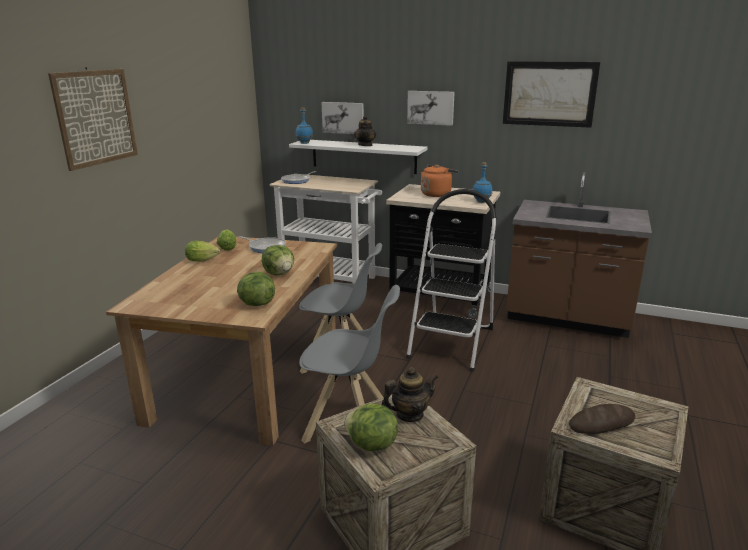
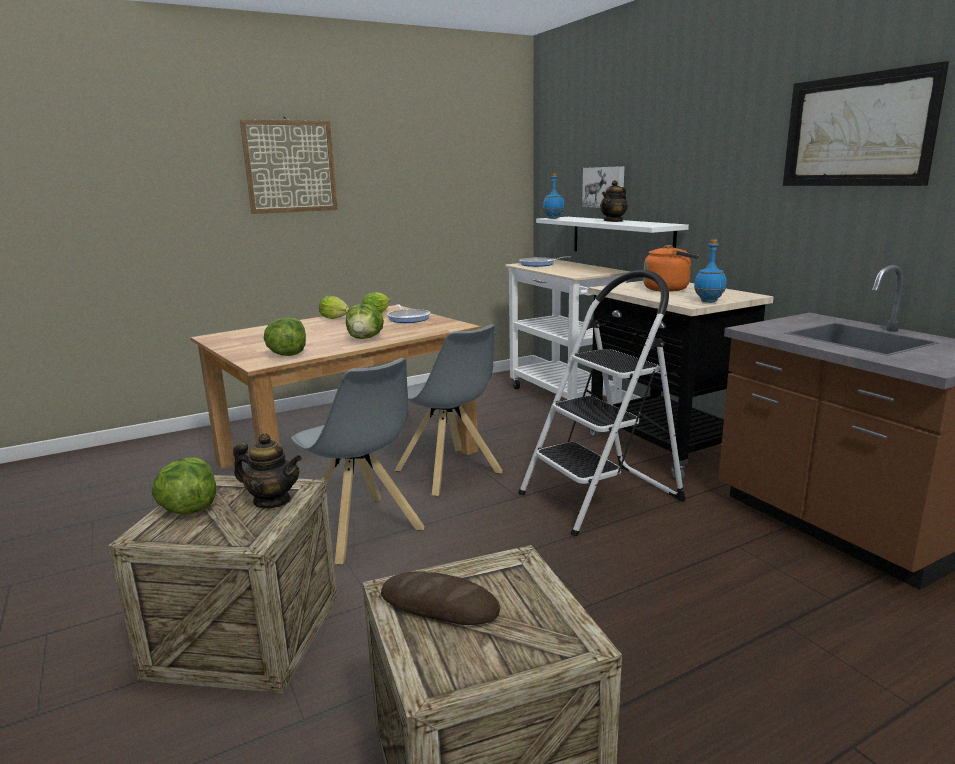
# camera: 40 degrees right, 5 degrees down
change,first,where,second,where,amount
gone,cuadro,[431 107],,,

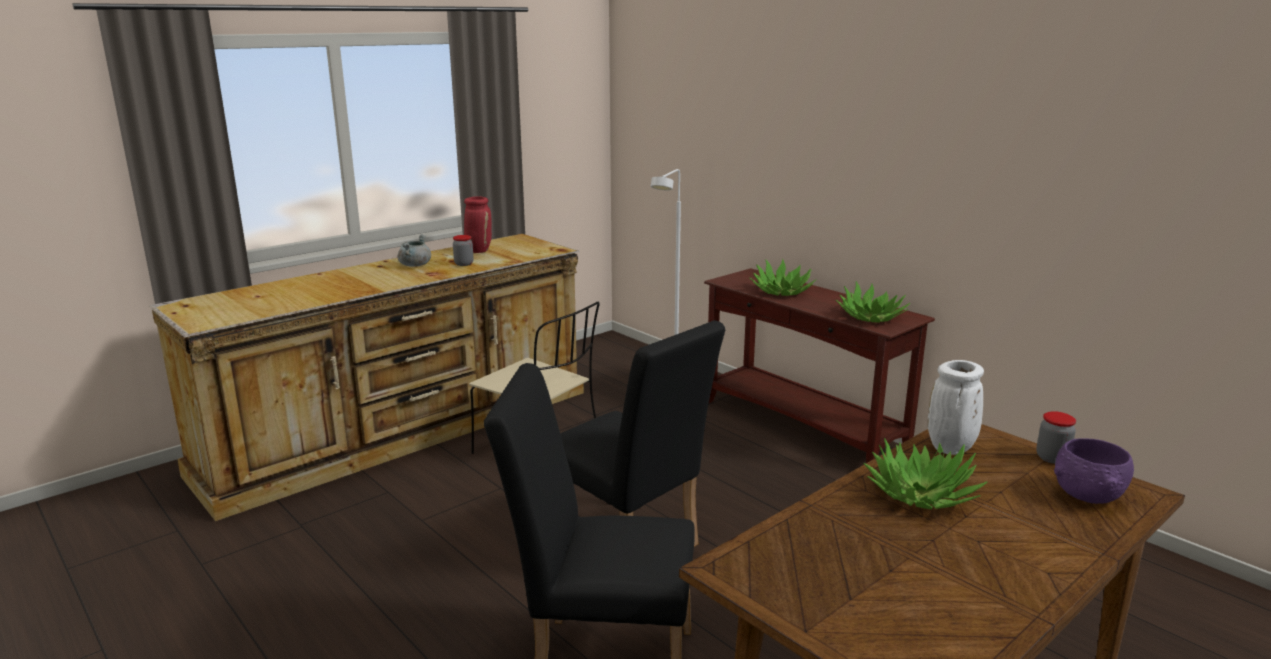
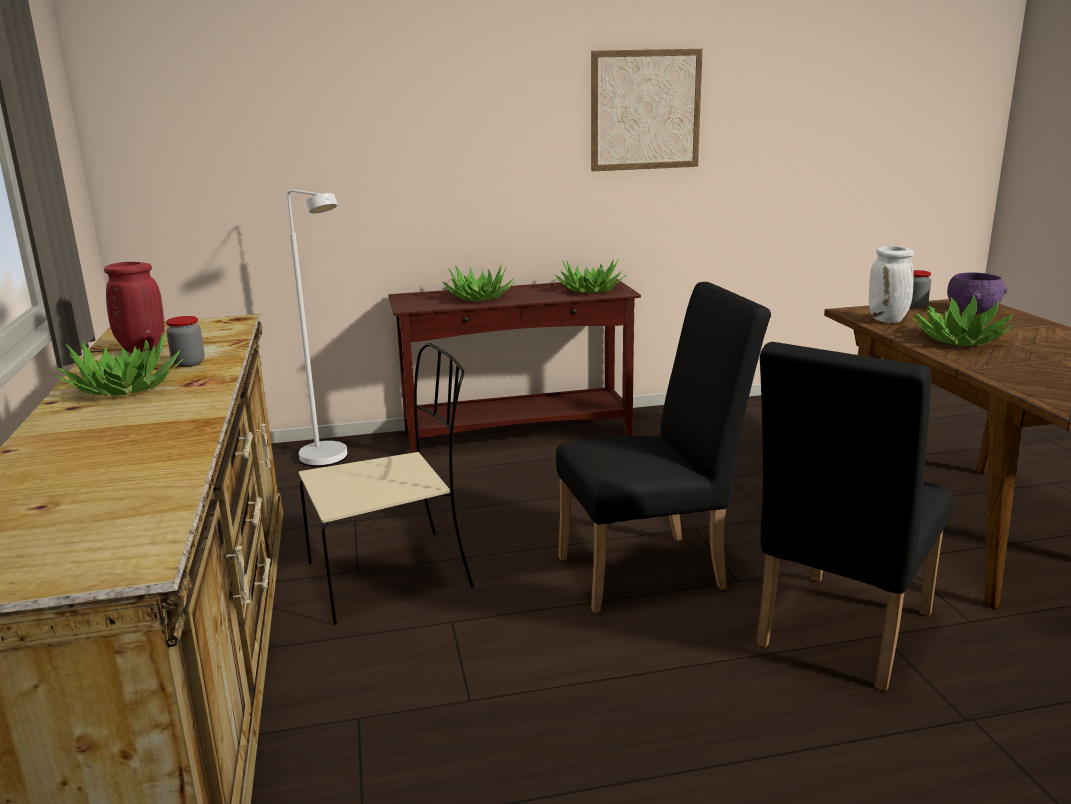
# camera: 60 degrees left, 0 degrees up
change,first,where,second,where,amount
swapped,olla (gris),[415 265],planta en maceta,[125 387],
new,,,cuadro,[645 108],

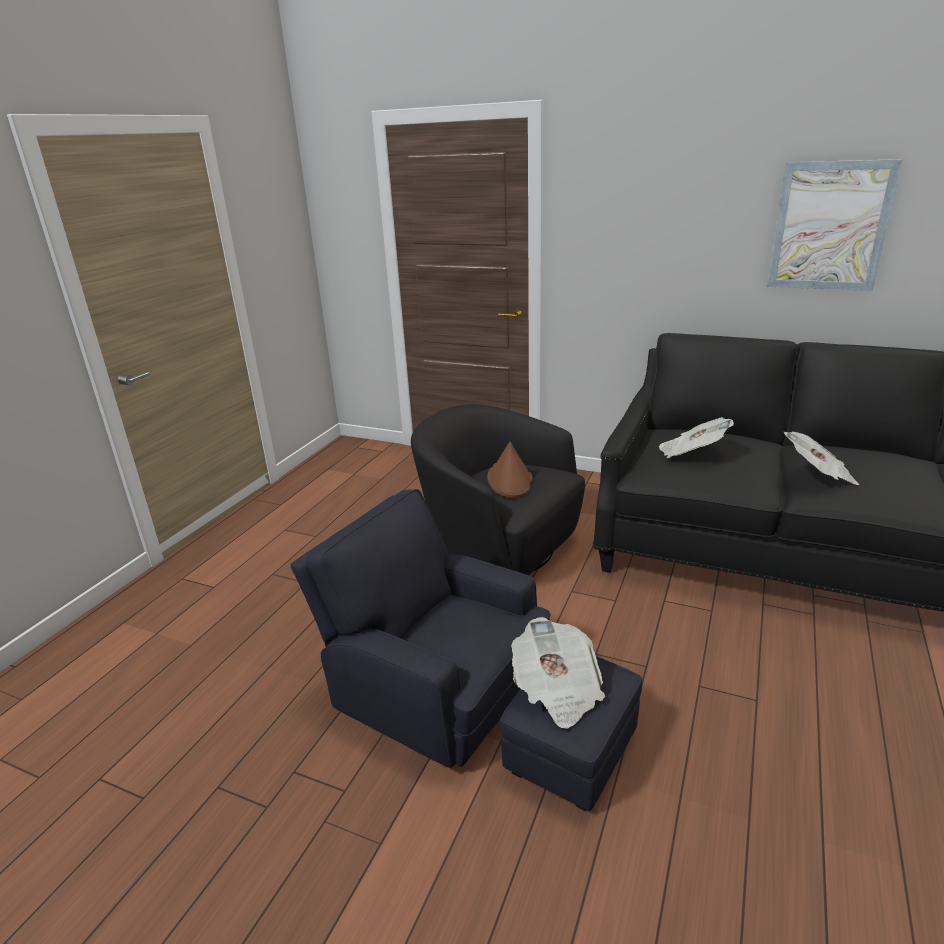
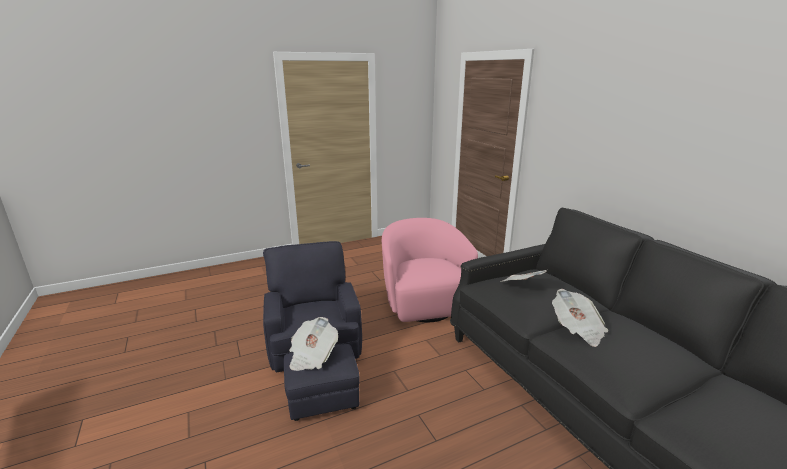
# camera: 40 degrees right, 5 degrees down
change,first,where,second,where,amount
gone,cuadro,[829 226],,,
repainted,sillón (negro),[498 546],sillón (rosa),[424 304],
gone,sombrero (marrón),[510 480],,,

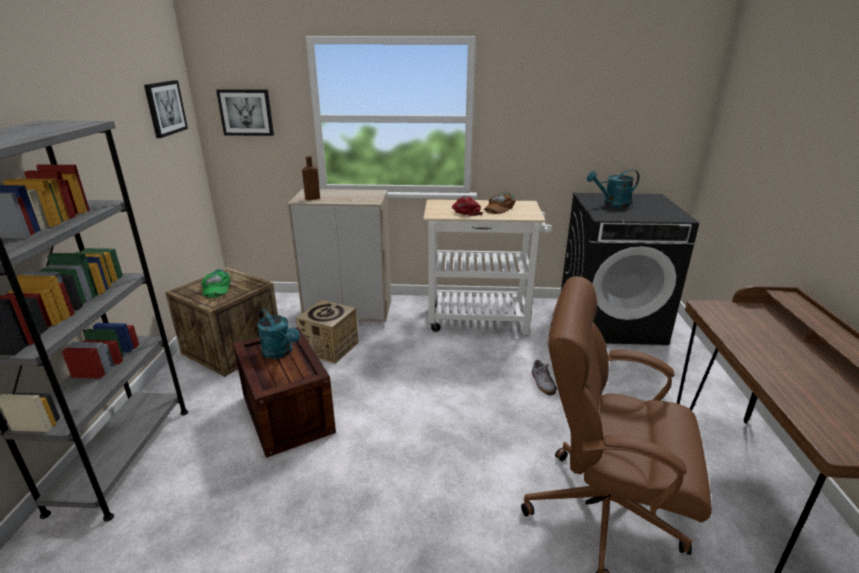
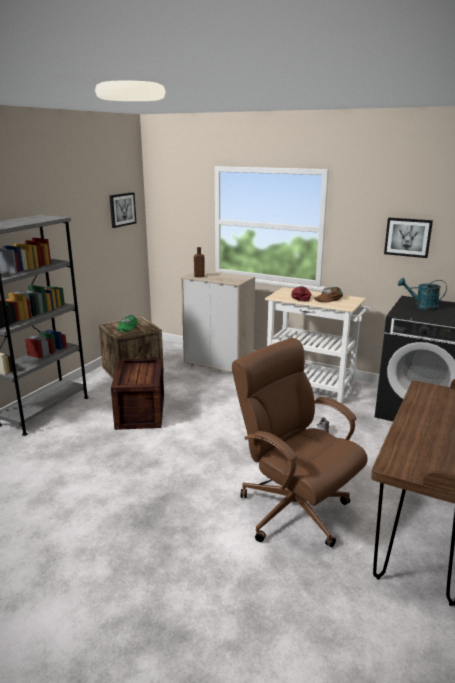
# camera: 25 degrees right, 5 degrees down
change,first,where,second,where,amount
shifted,cuadro,[246 112],,[408 237],
gone,caja de cartón,[330 348],,,
gone,regadera (turquesa),[280 353],,,

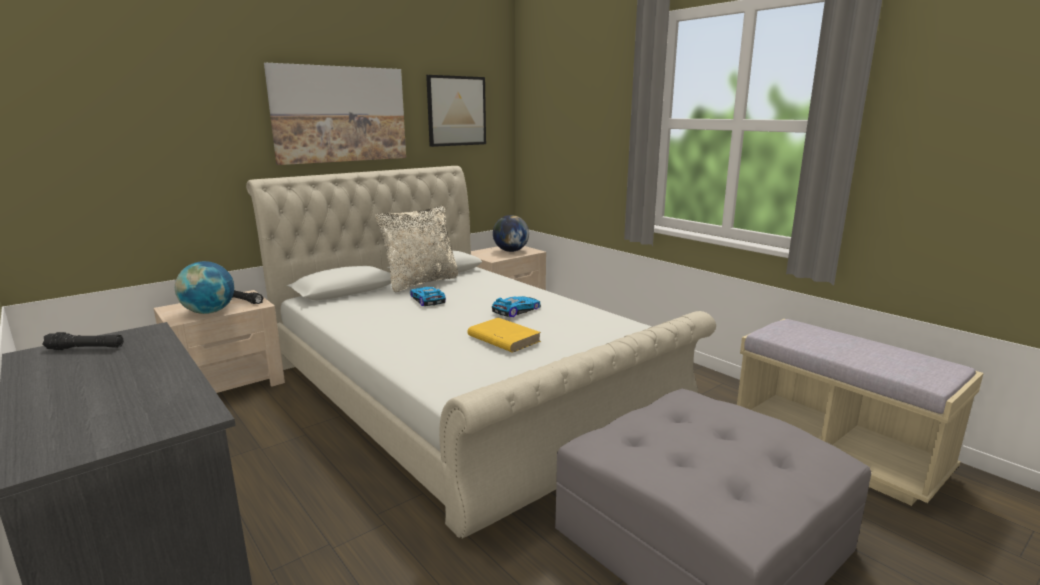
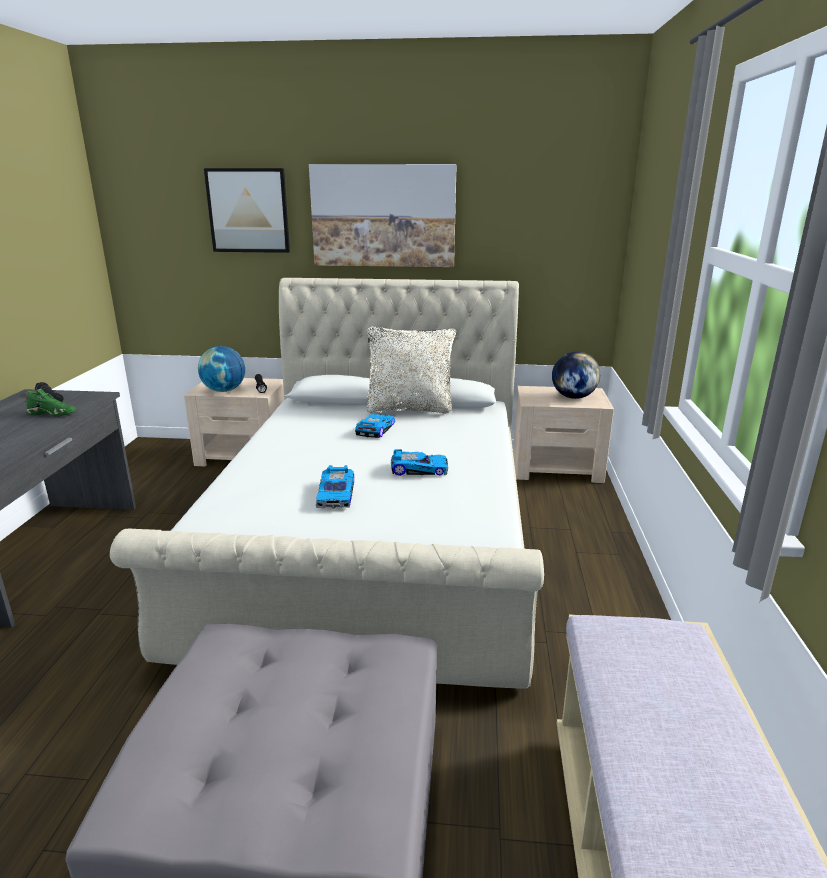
# camera: 45 degrees right, 5 degrees up
change,first,where,second,where,amount
shifted,cuadro,[456 111],,[248 211],
swapped,libro (amarillo),[503 338],coche de juguete,[337 494],
new,,,zapato (verde),[53 413],

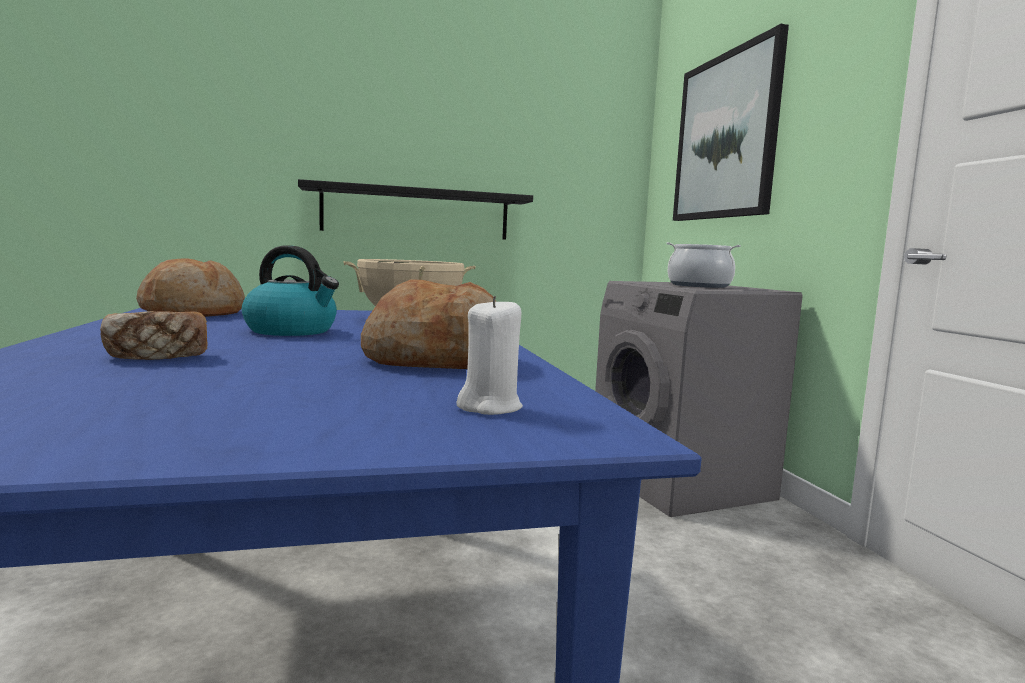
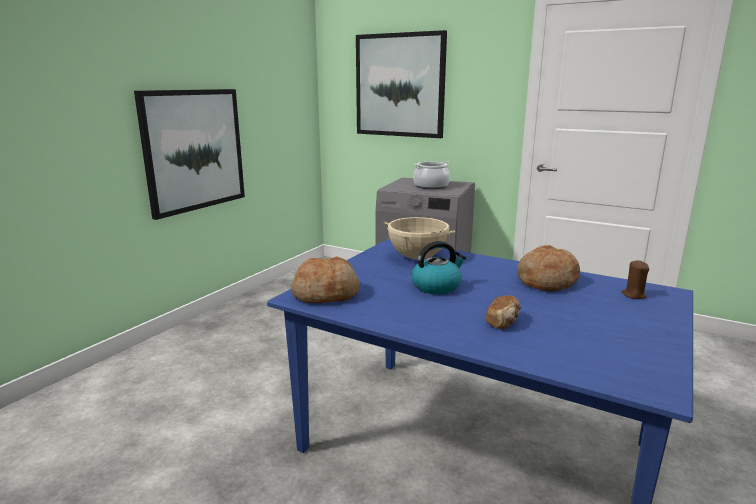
# camera: 45 degrees left, 10 degrees up
change,first,where,second,where,amount
swapped,estante (negro),[416 213],cuadro,[194 150],
repainted,vela (blanco),[490 407],vela (marrón),[633 295],

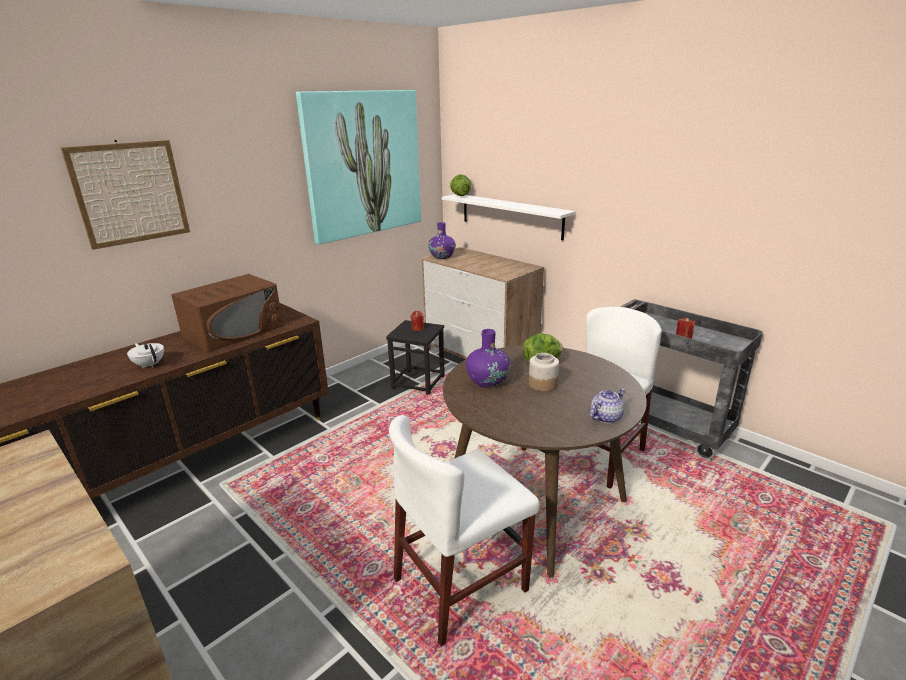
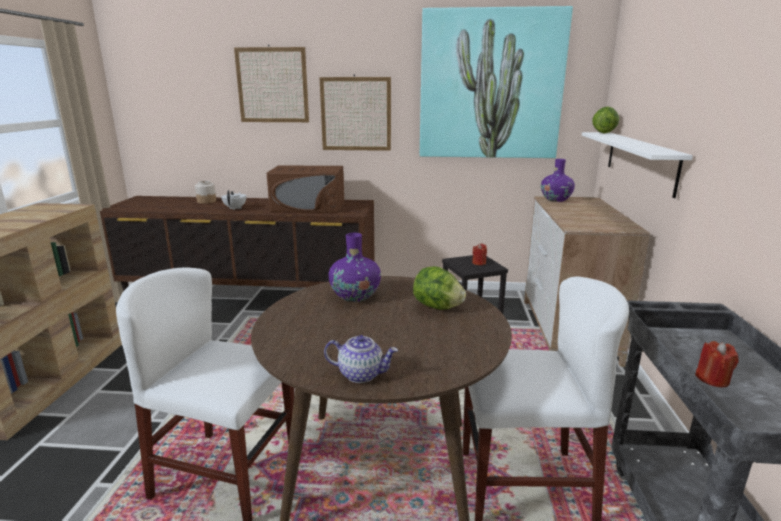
# camera: 50 degrees right, 5 degrees down
change,first,where,second,where,amount
shifted,tarro,[542 384],,[206 201],
new,,,cuadro,[356 113],

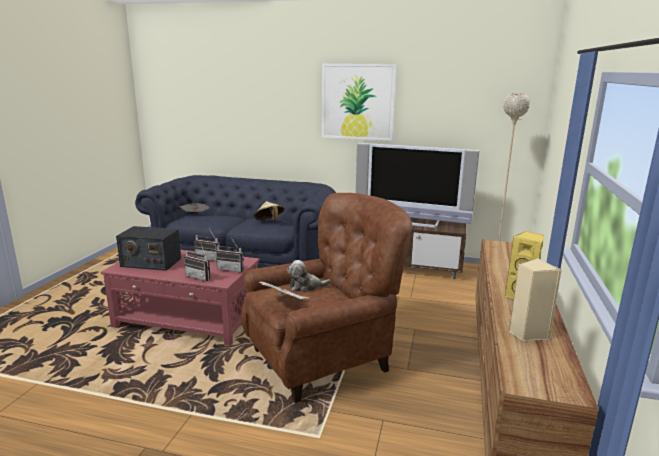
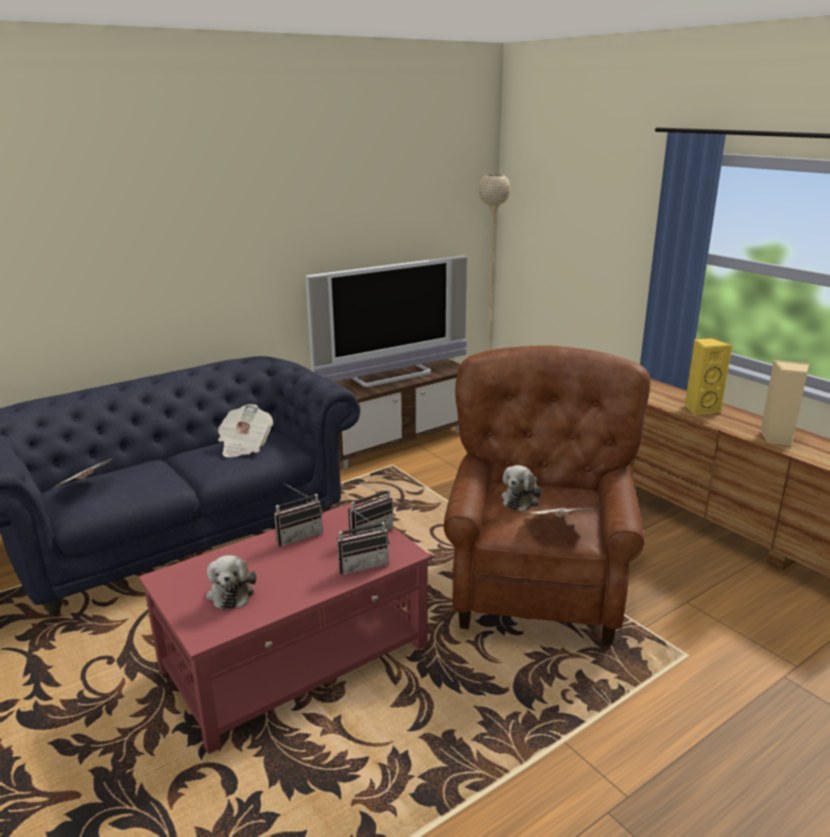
# camera: 50 degrees left, 5 degrees up
change,first,where,second,where,amount
gone,cuadro,[357 102],,,
swapped,sombrero (beis),[269 222],periódico,[244 445],
swapped,radio,[150 262],peluche,[231 592],

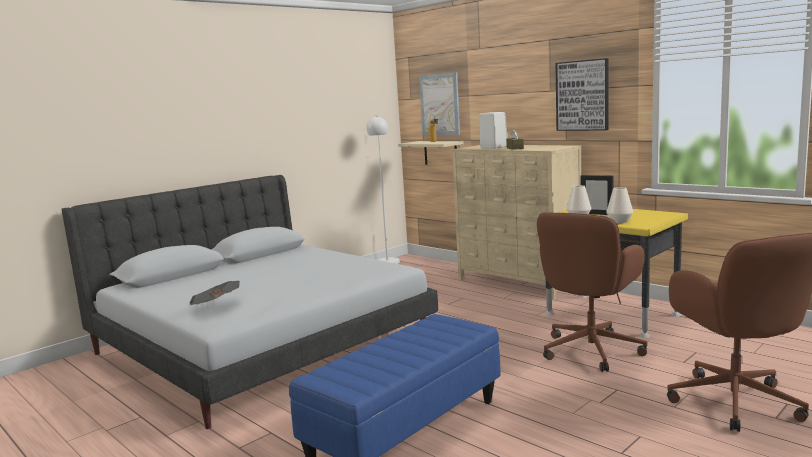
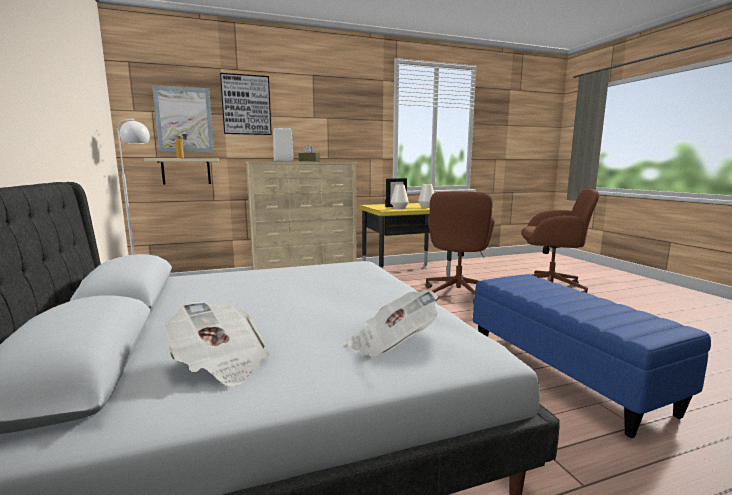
# camera: 65 degrees left, 0 degrees up
change,first,where,second,where,amount
shifted,cuadro,[582 95],,[246 105],
rotated,silla de oficina (marrón),[591 350],,[457 293],45 degrees clockwise
new,,,periódico,[220 364],

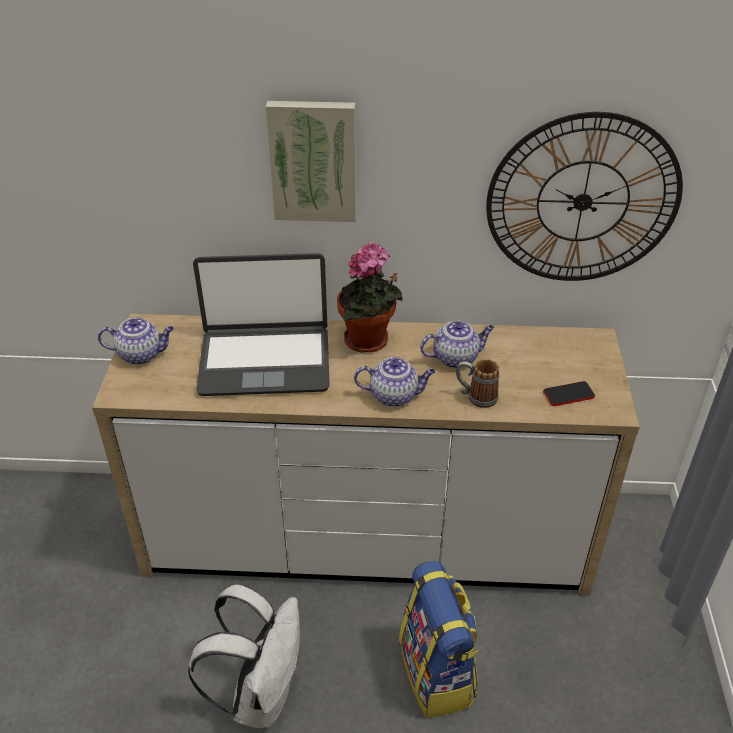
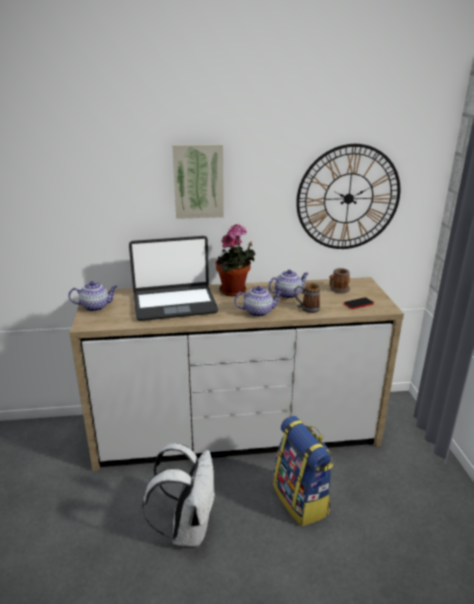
# camera: 10 degrees left, 15 degrees down
change,first,where,second,where,amount
new,,,taza grande,[338 290],

